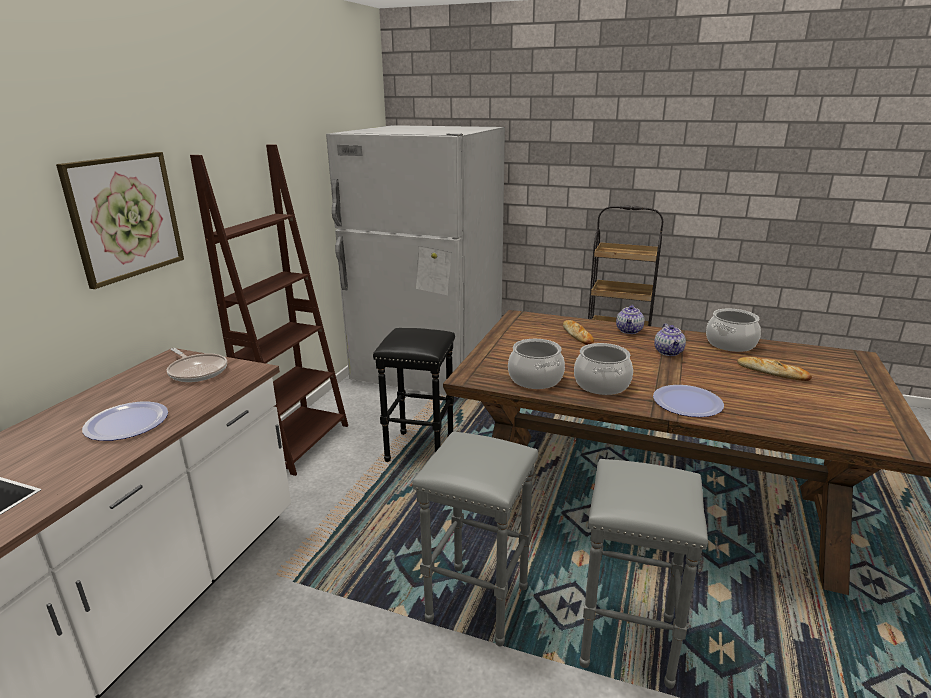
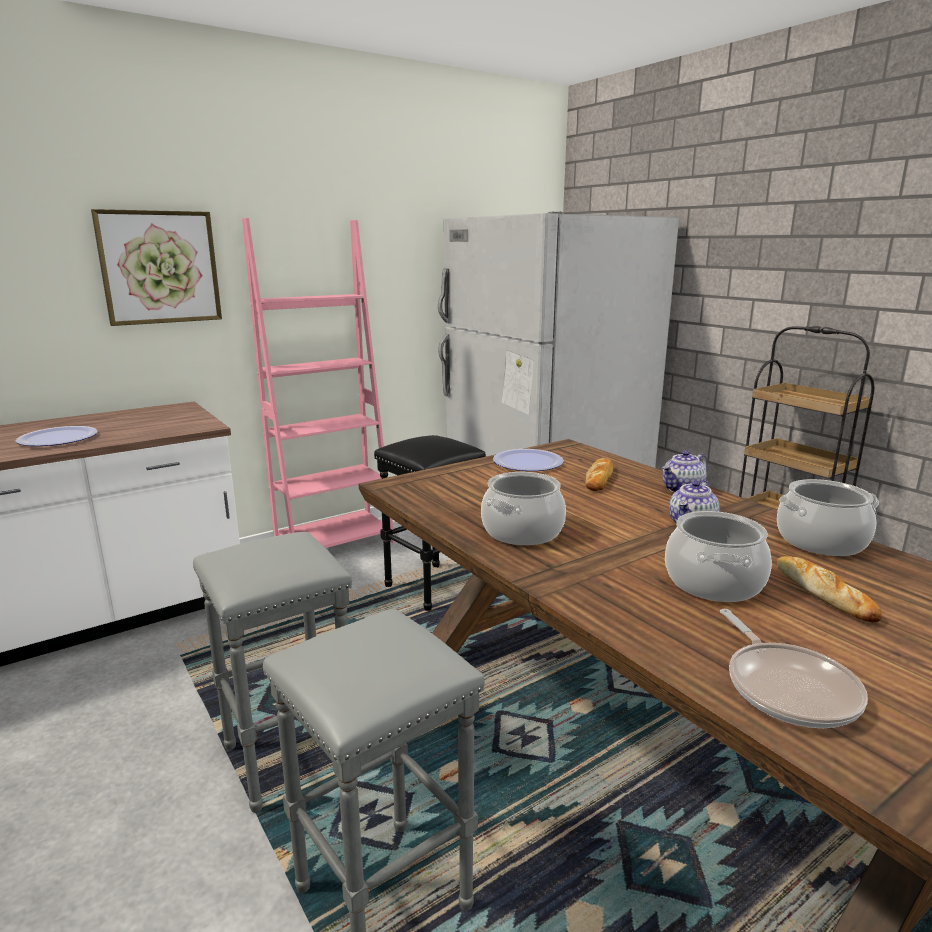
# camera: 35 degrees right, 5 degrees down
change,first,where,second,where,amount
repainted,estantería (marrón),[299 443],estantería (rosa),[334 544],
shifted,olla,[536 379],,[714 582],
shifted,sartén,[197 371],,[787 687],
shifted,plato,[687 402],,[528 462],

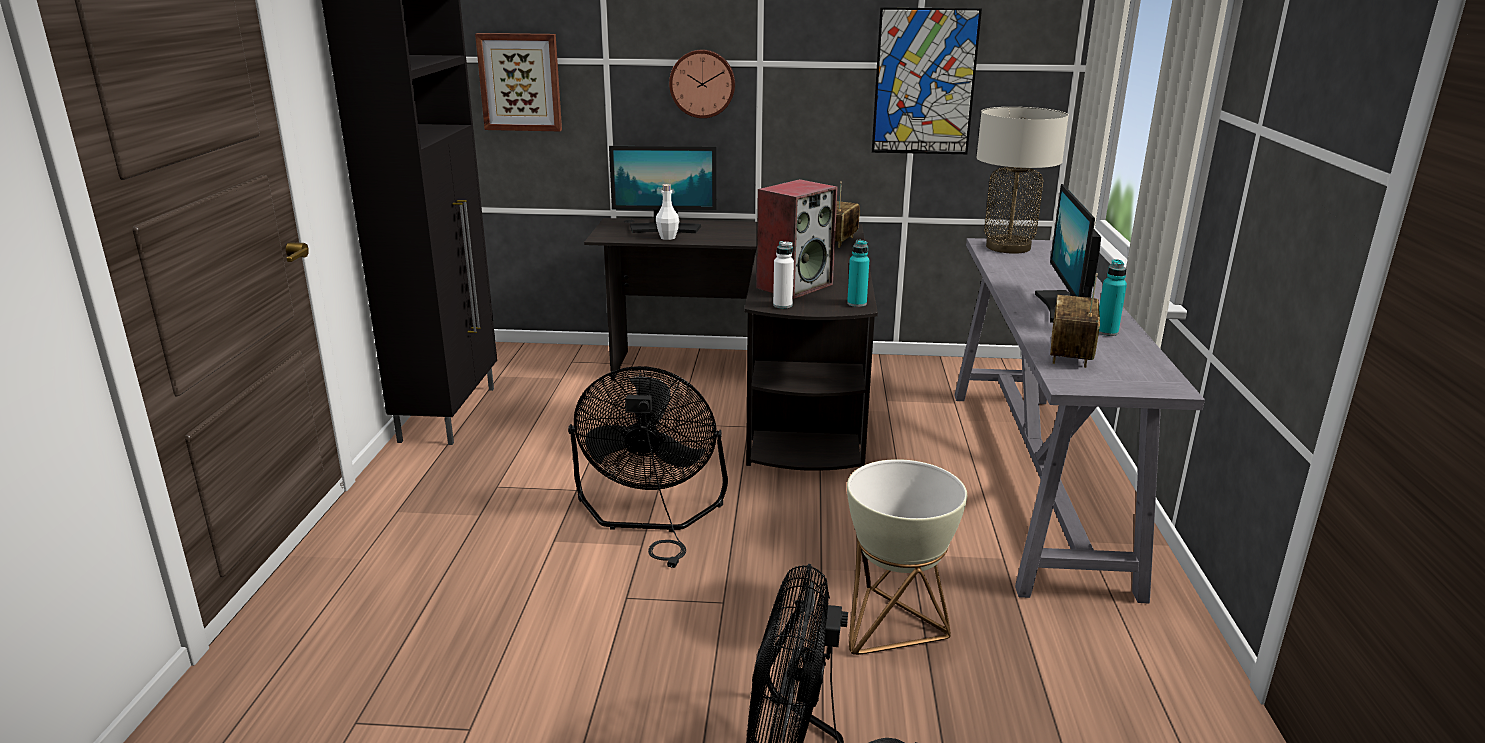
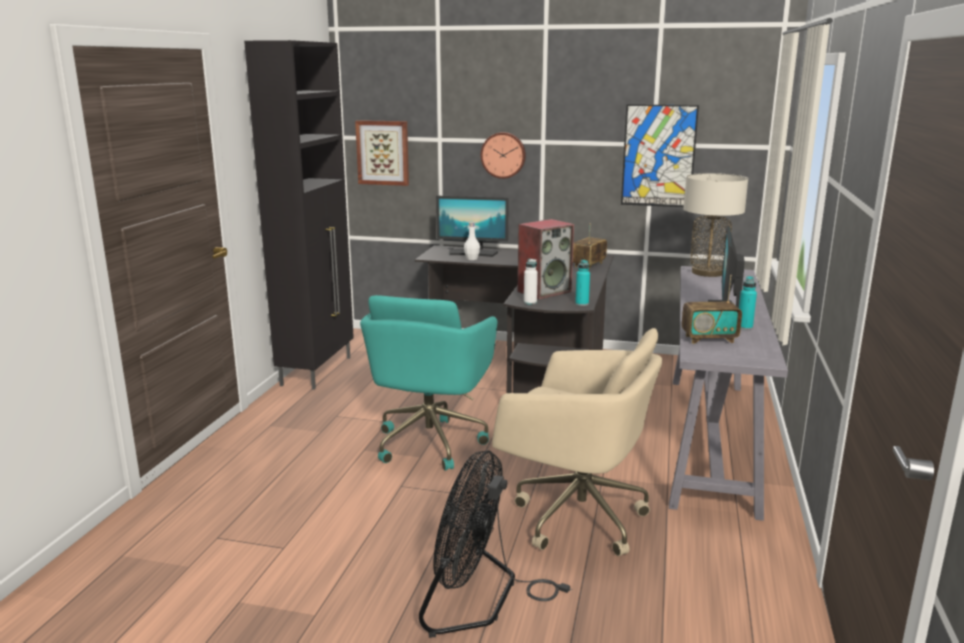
# camera: 10 degrees right, 5 degrees down
change,first,where,second,where,amount
rotated,radio,[1070 354],,[709 339],120 degrees counterclockwise
swapped,ventilador (negro),[651 518],silla de oficina (turquesa),[431 441],
swapped,maceta,[894 627],silla de oficina (beis),[573 518],

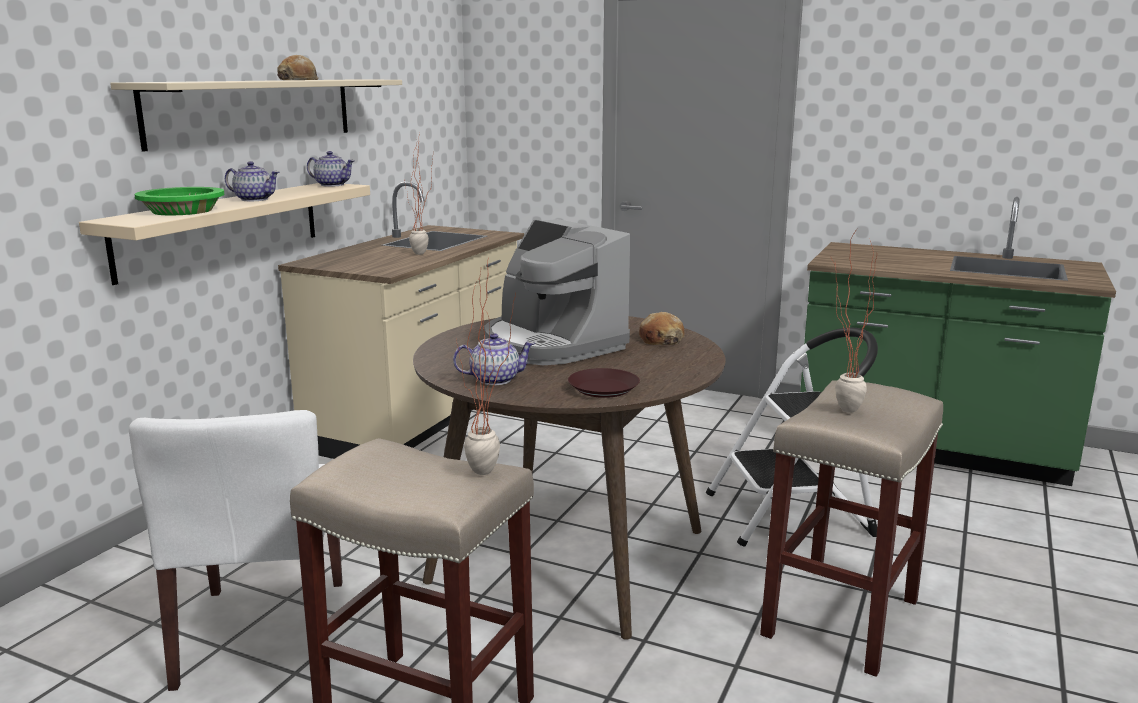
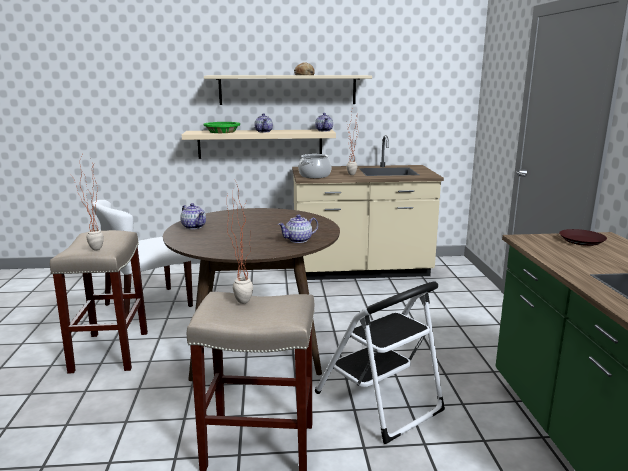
# camera: 60 degrees right, 0 degrees up
change,first,where,second,where,amount
gone,cafetera,[551 344],,,
swapped,pan,[661 339],tetera,[299 240],
shifted,plato (marrón),[603 389],,[581 241],
new,,,olla,[314 175],

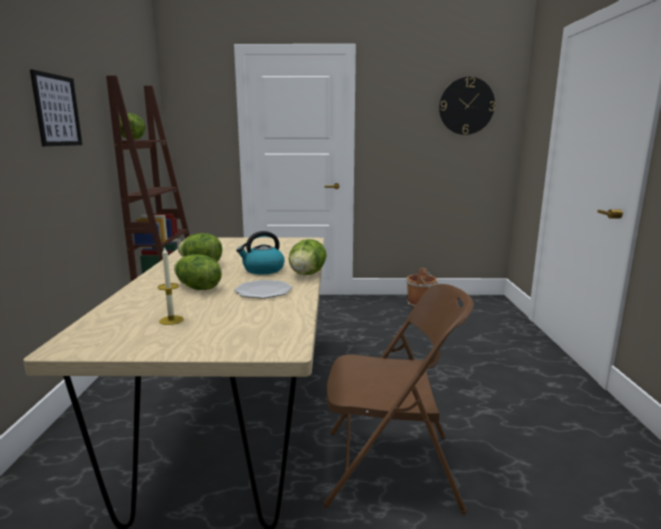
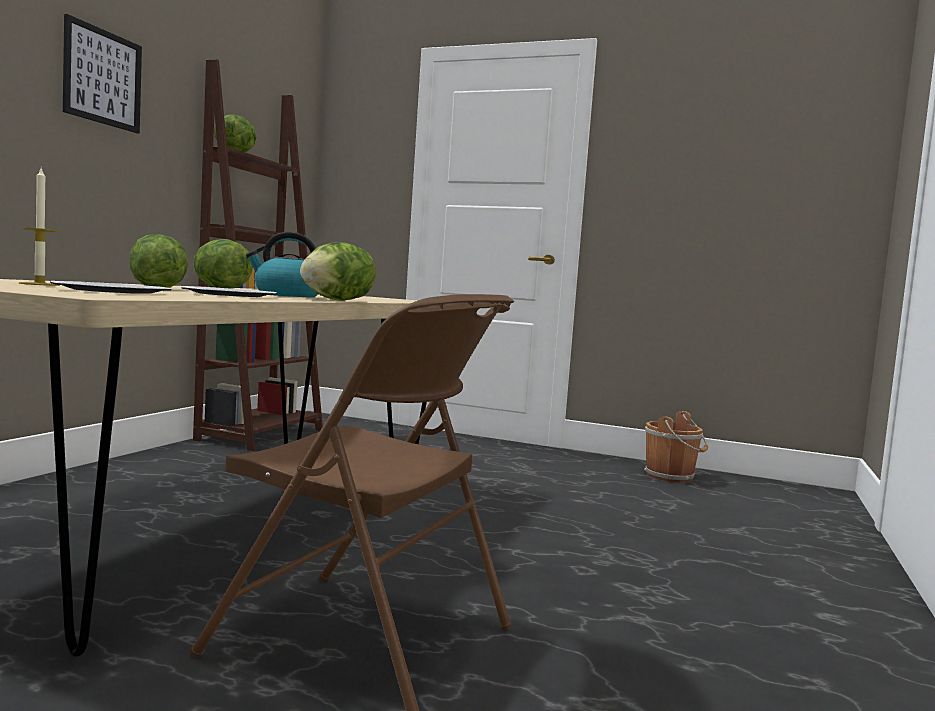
# camera: 20 degrees right, 10 degrees down
change,first,where,second,where,amount
gone,reloj de pared,[466 106],,,
new,,,plato,[112 291],

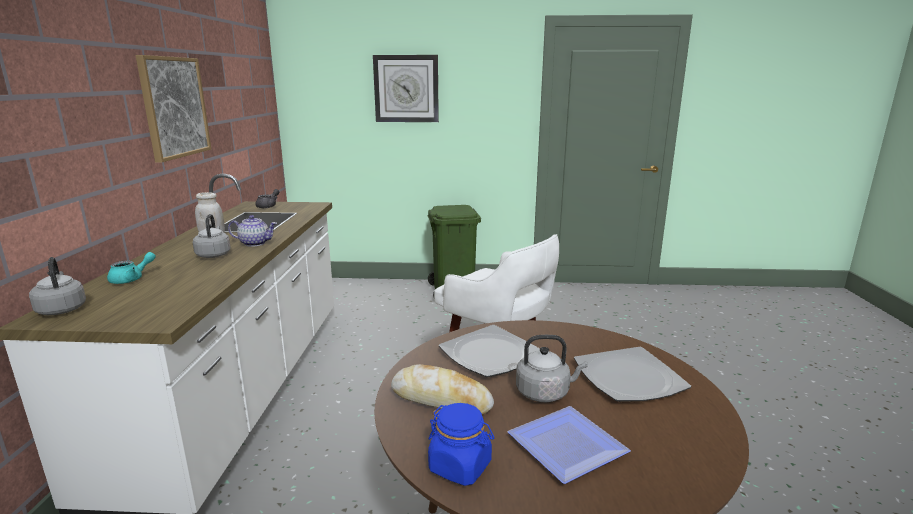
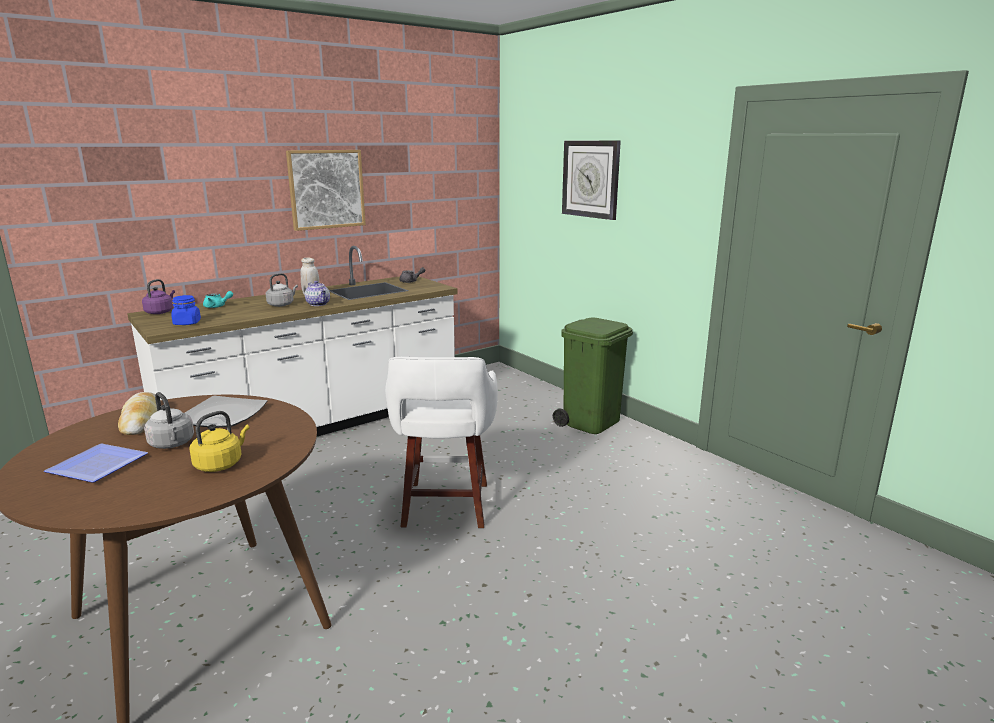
# camera: 50 degrees right, 0 degrees up
change,first,where,second,where,amount
repainted,hervidor (gris),[62 309],hervidor (morado),[160 312],
swapped,plato,[627 377],hervidor (amarillo),[220 464],
shifted,tarro (azul),[460 466],,[187 323],

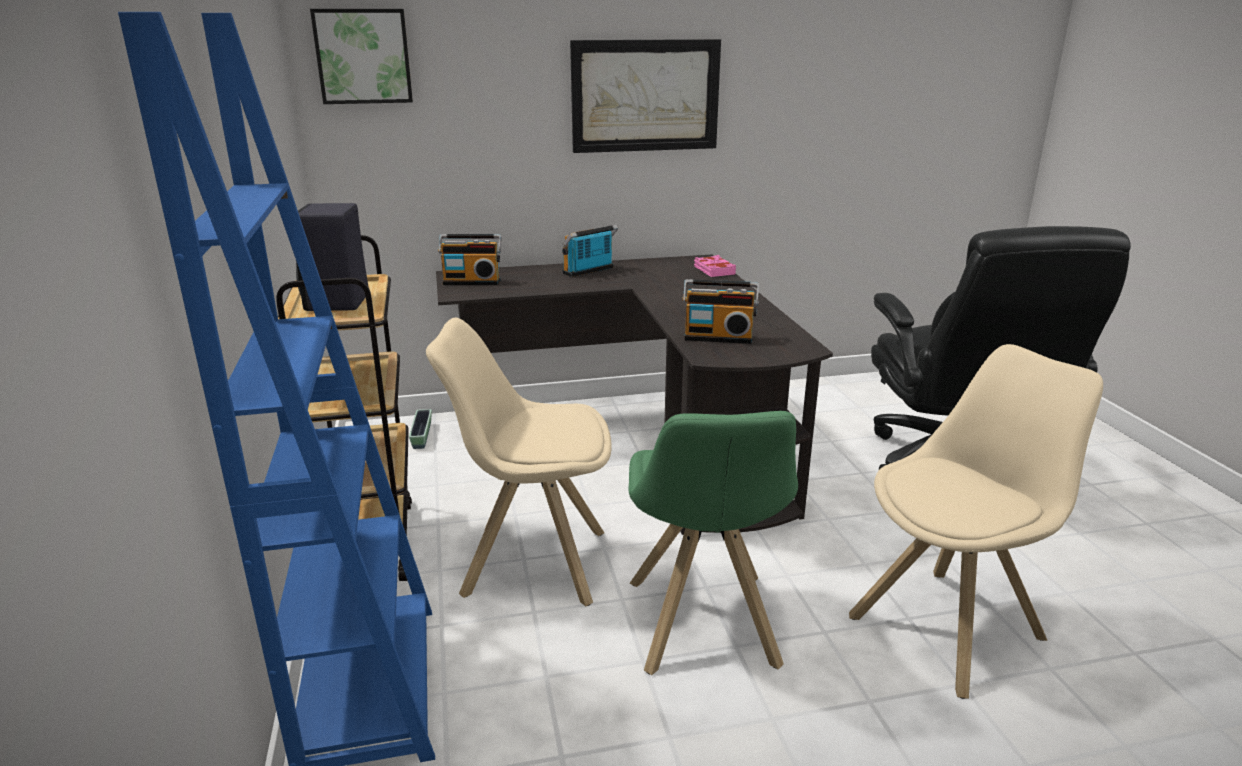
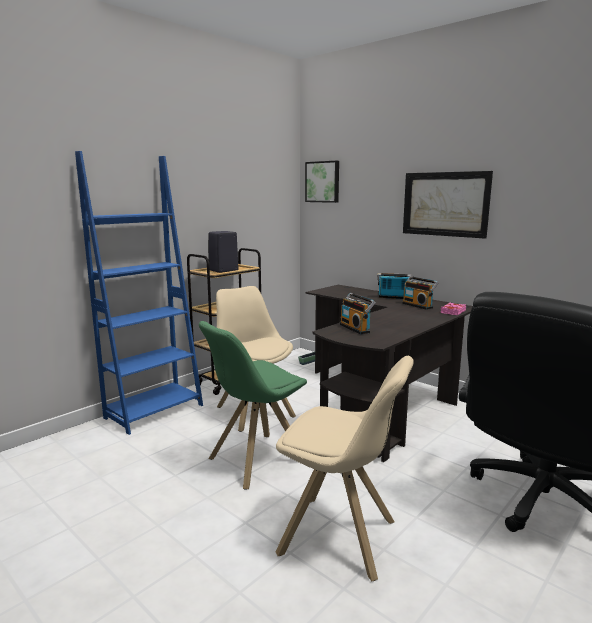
# camera: 55 degrees right, 10 degrees down
change,first,where,second,where,amount
shifted,radio,[472 281],,[418 305],

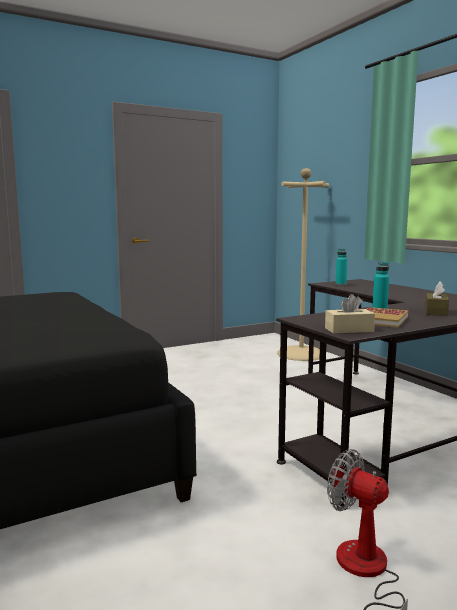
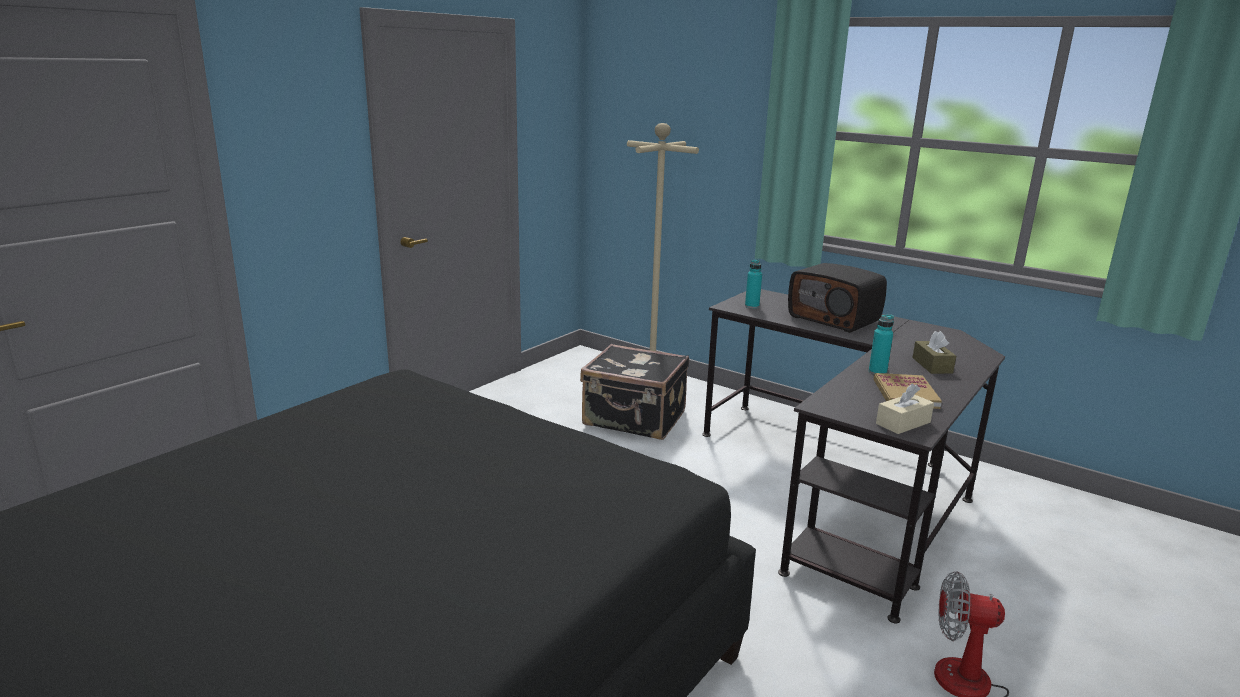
# camera: 25 degrees left, 10 degrees up
change,first,where,second,where,amount
new,,,radio,[834 319],
new,,,maleta (negro),[634 419],

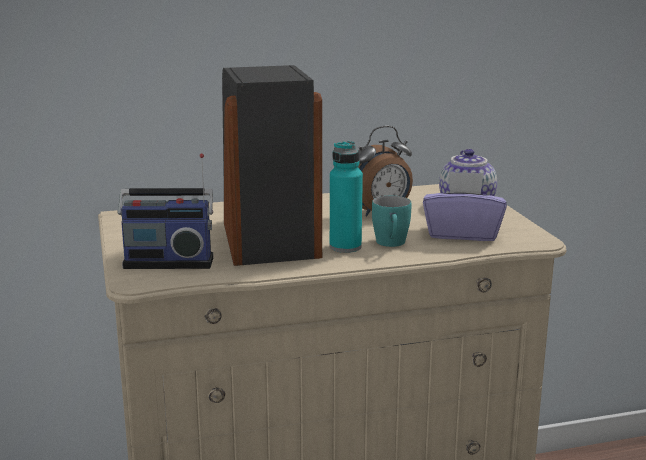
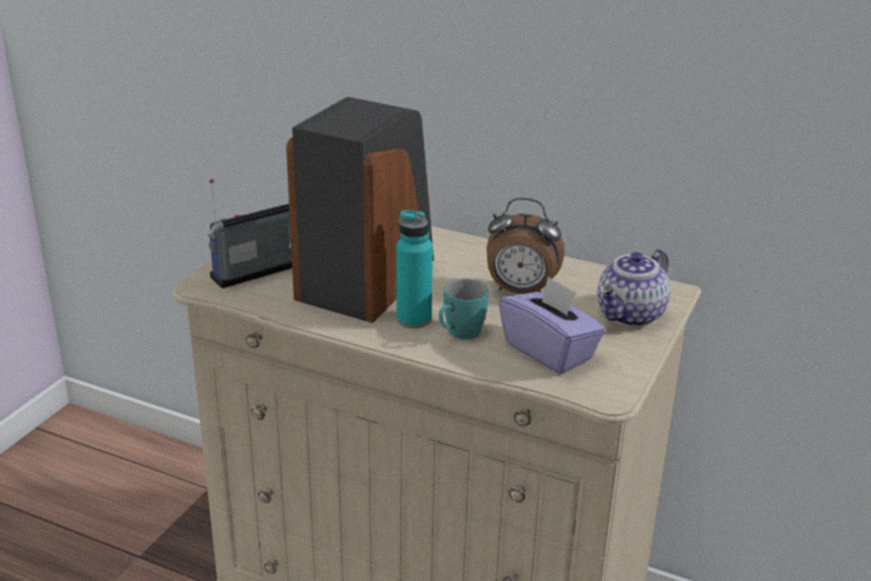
# camera: 40 degrees right, 10 degrees up
change,first,where,second,where,amount
rotated,radio,[169 261],,[257 274],105 degrees clockwise

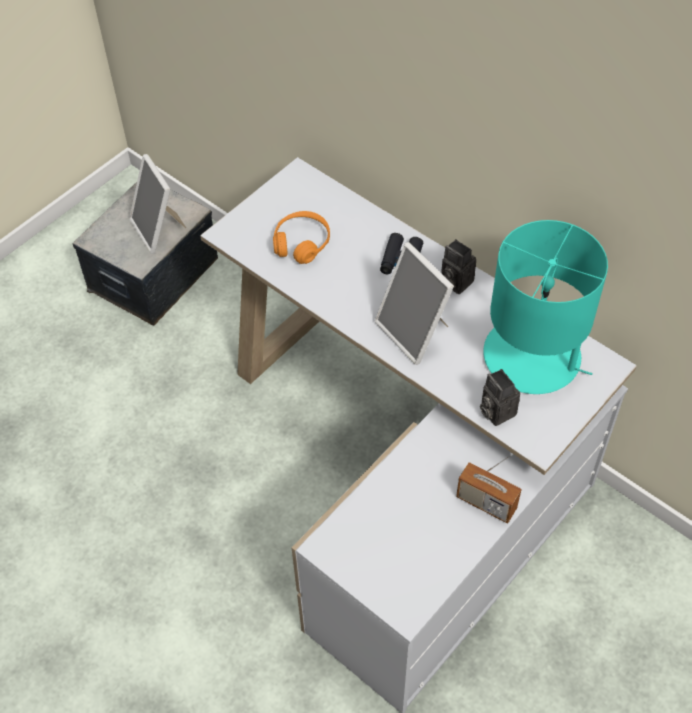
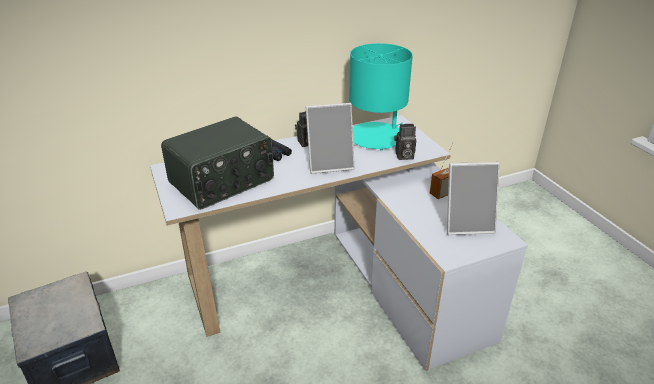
# camera: 65 degrees left, 20 degrees down
change,first,where,second,where,amount
shifted,portarretratos,[159 230],,[467 224],
swapped,auriculares (naranja),[301 243],radio,[223 182],

